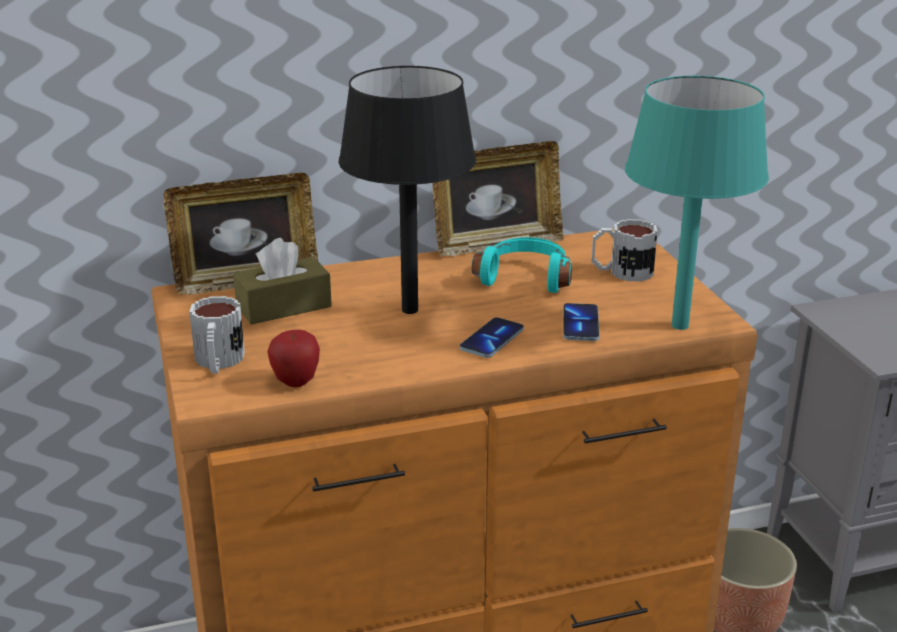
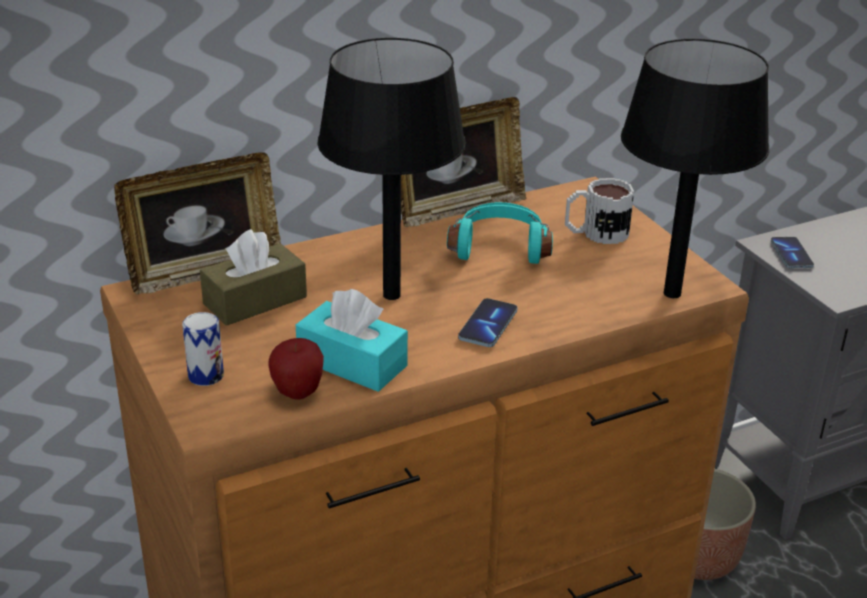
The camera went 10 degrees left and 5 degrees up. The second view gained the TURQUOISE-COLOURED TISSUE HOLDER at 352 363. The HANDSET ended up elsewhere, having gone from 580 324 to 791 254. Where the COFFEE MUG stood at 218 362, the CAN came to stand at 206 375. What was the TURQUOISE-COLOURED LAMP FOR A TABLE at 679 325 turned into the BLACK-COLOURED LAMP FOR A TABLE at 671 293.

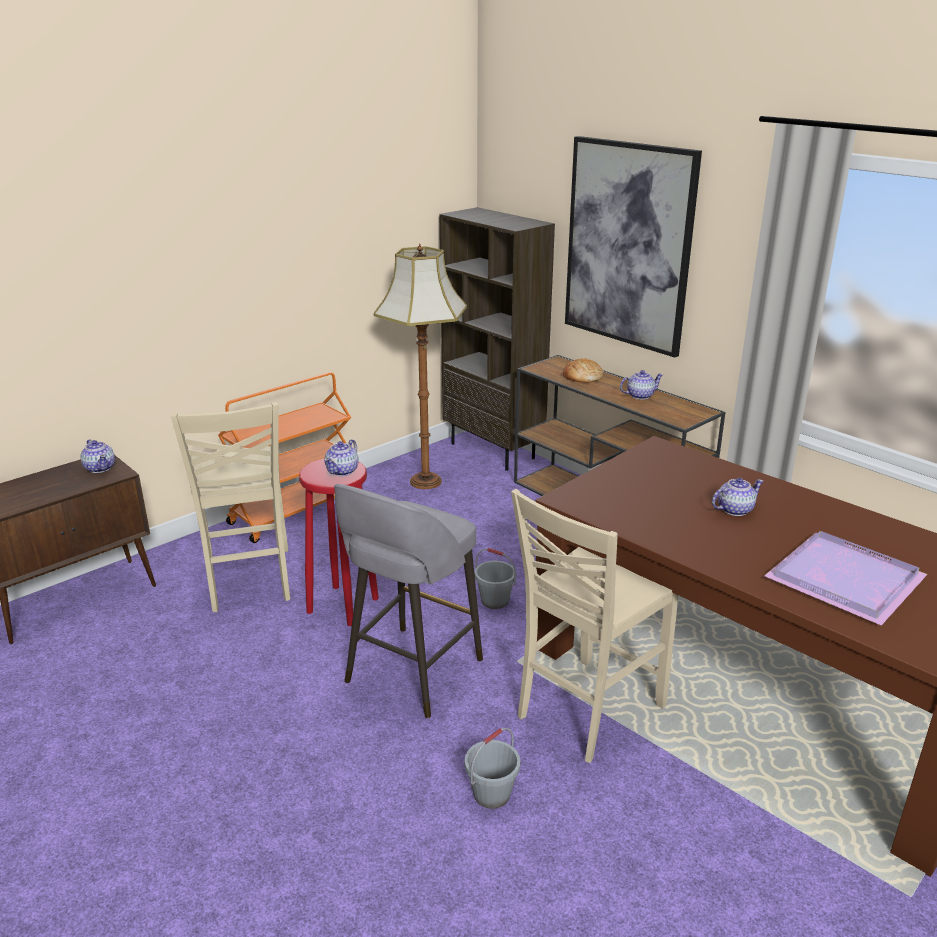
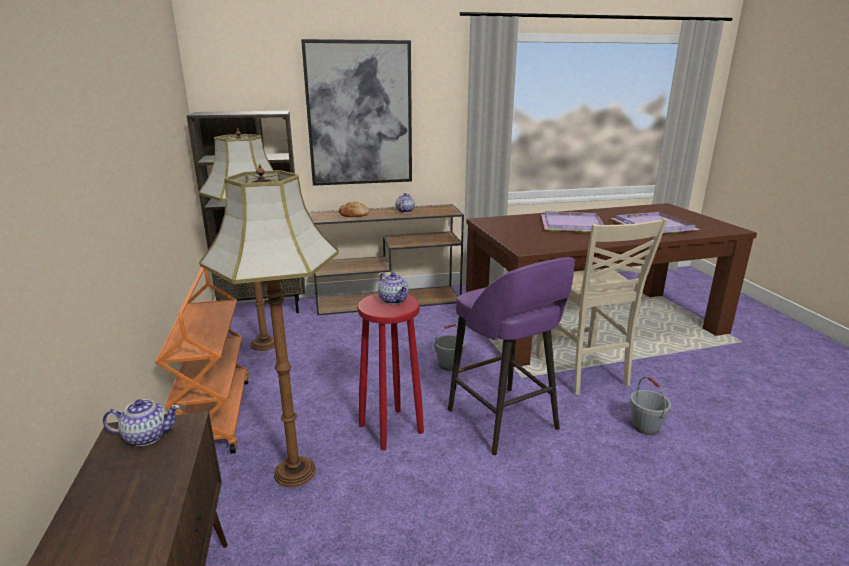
The camera went 60 degrees left and 5 degrees down. Where the SAND-COLOURED CHAIR stood at 248 581, the STANDING LAMP came to stand at 296 472. Where the TEAPOT stood at 734 510, the PURPLE CARRYING TRAY came to stand at 571 225. What was the GREY STOOL at 411 673 turned into the PURPLE STOOL at 504 421.

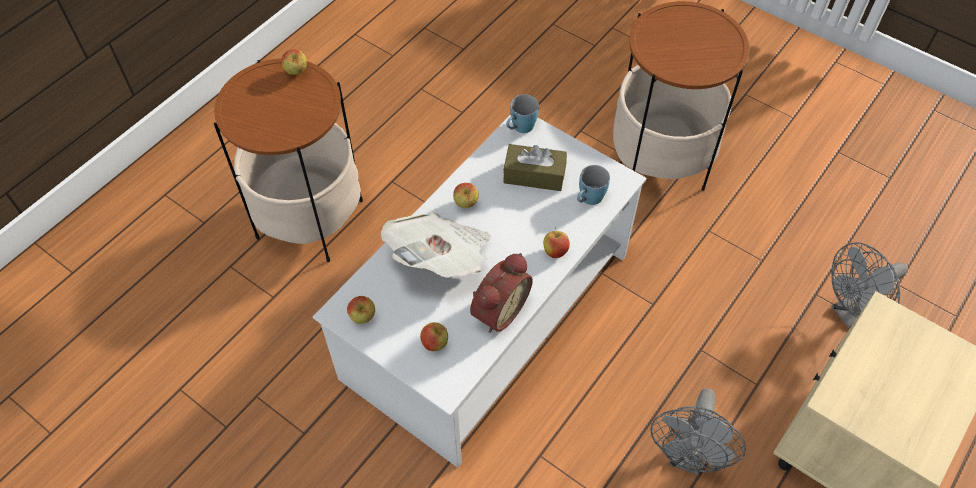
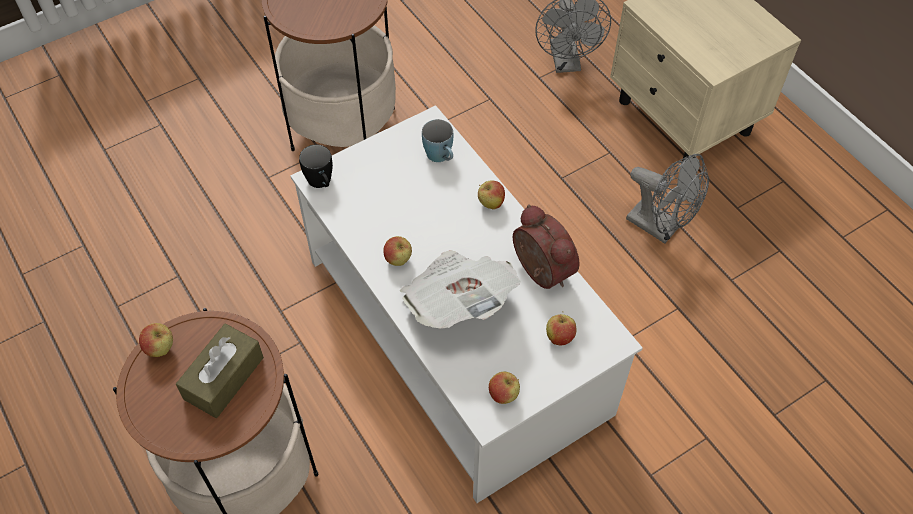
The camera went 70 degrees left and 0 degrees up. The BROWN-COLOURED TISSUE HOLDER ended up elsewhere, having gone from 534 175 to 224 378. What was the BLUE COFFEE MUG at 520 128 turned into the BLACK-COLOURED COFFEE MUG at 321 183.

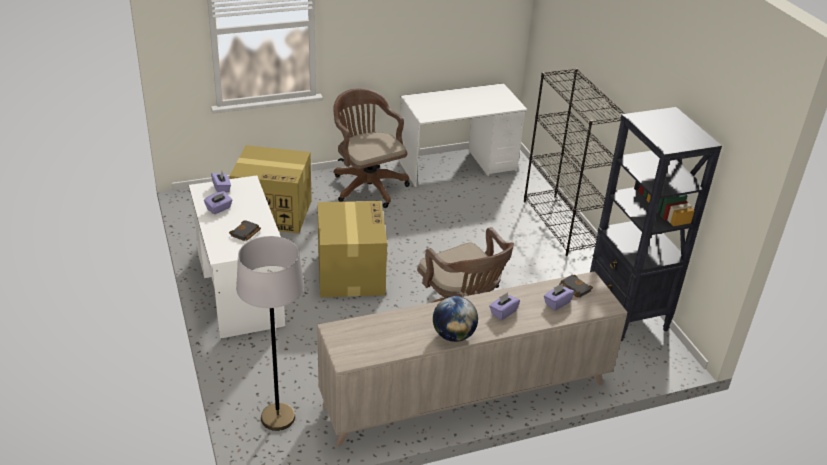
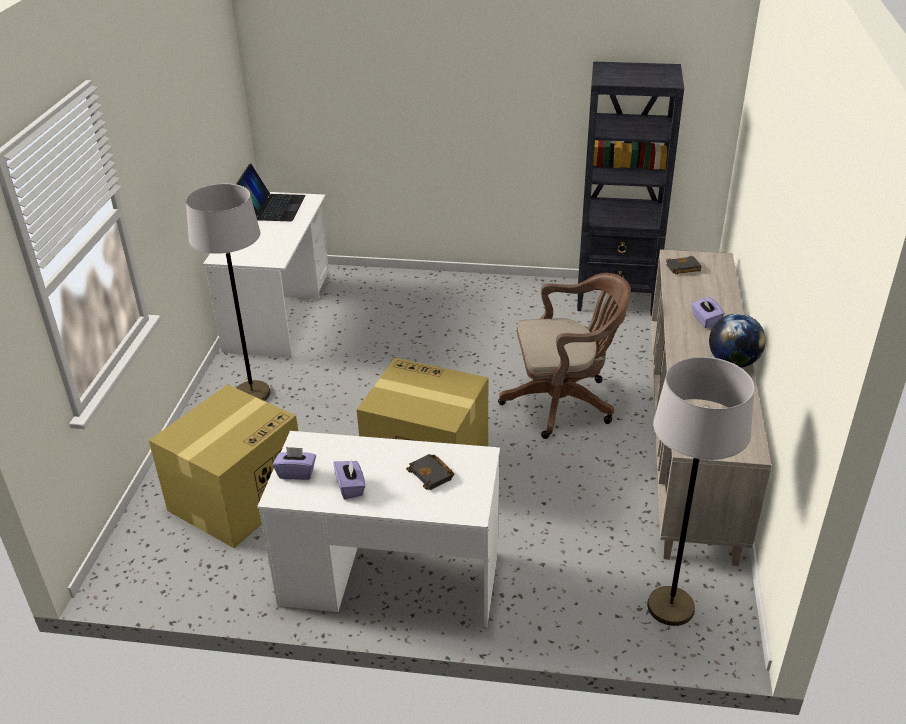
The camera went 60 degrees left and 0 degrees up. The second view lost the BLACK-COLOURED SHELVING UNIT at 561 225. The second view lost the PURPLE TISSUE HOLDER at 557 303. The second view gained the NOTEBOOK COMPUTER at 272 207. Where the BROWN-COLOURED OFFICE CHAIR stood at 367 185, the GREY STANDING LAMP came to stand at 252 394.

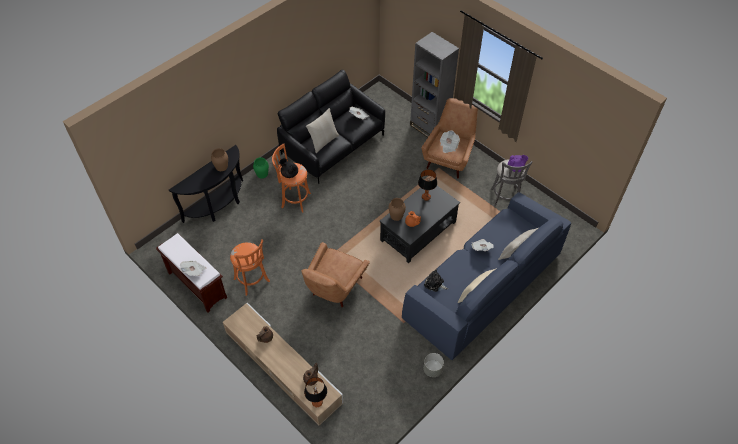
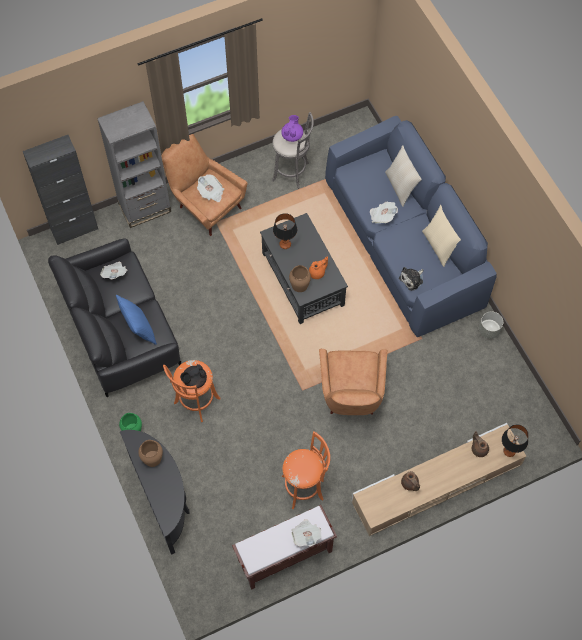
The camera went 70 degrees left and 10 degrees up. The second view gained the BLACK-COLOURED CUPBOARD at 74 229. What was the SAND-COLOURED PILLOW at 323 141 turned into the BLUE PILLOW at 139 329. The BROWN-COLOURED ARMCHAIR at 334 289 ended up facing another way, 45 degrees clockwise from before.

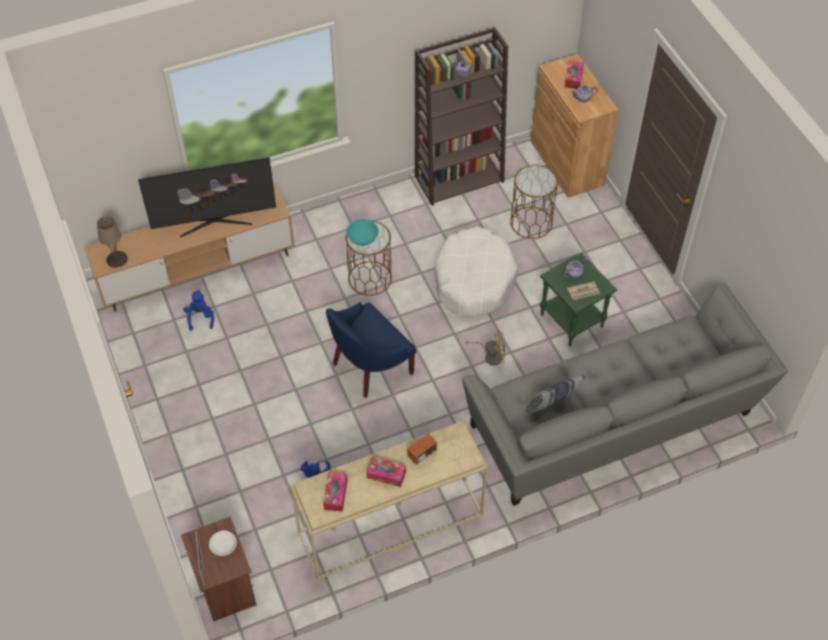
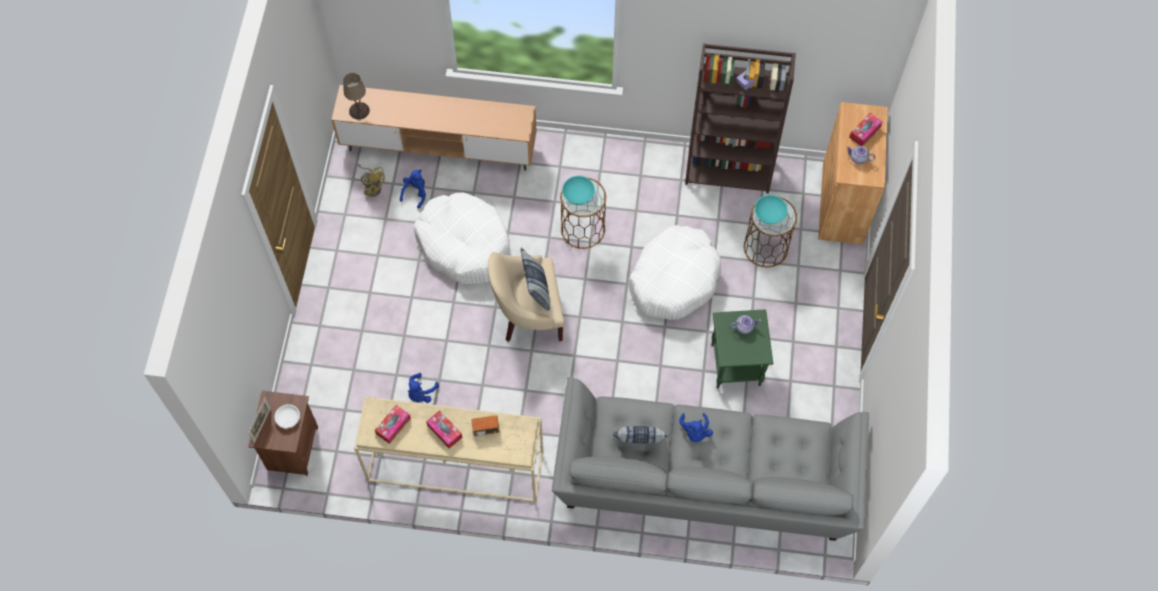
The camera went 30 degrees right and 10 degrees up. The second view lost the TELEVISION at 214 222. The second view lost the PRINTED PAPER at 583 292. The second view gained the WHITE-COLOURED PET BED at 464 244. The second view gained the PILLOW at 536 290. The second view gained the BLUE CUDDLY TOY at 695 432. The second view gained the TURQUOISE-COLOURED DEEP DISH at 770 213. The YELLOW ELECTRIC FAN ended up elsewhere, having gone from 490 356 to 372 186. What was the BLUE ARMCHAIR at 369 366 turned into the SAND-COLOURED ARMCHAIR at 528 314.

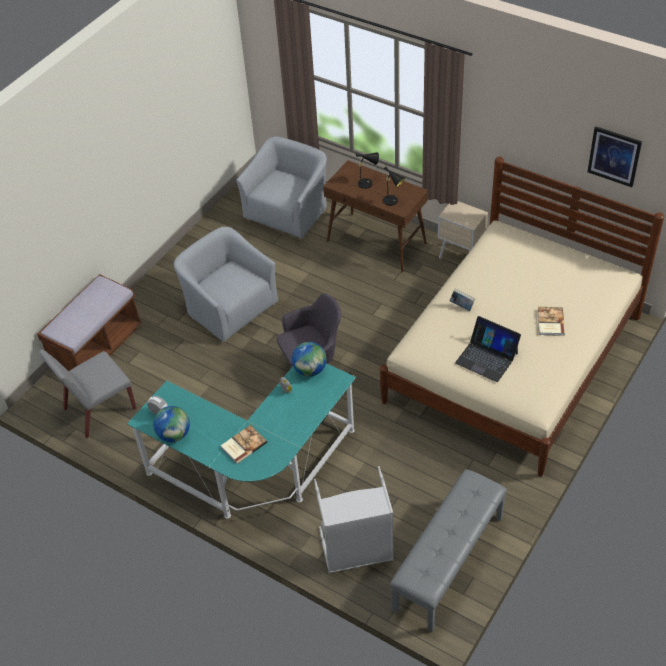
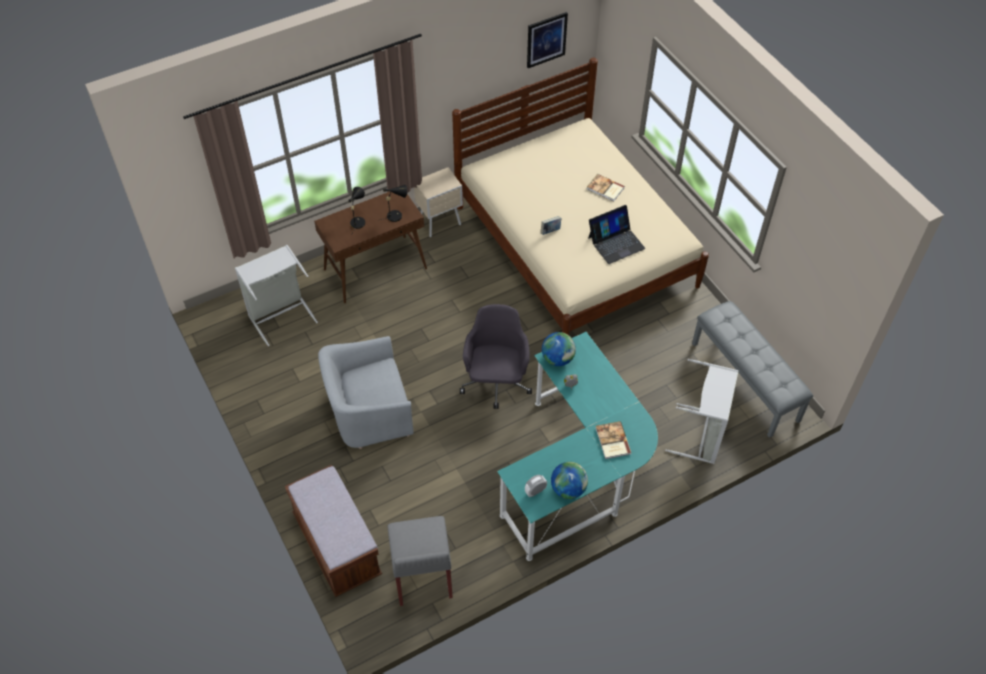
The camera went 65 degrees left and 5 degrees up. Where the GREY ARMCHAIR stood at 288 212, the GREY HAMPER came to stand at 280 314.

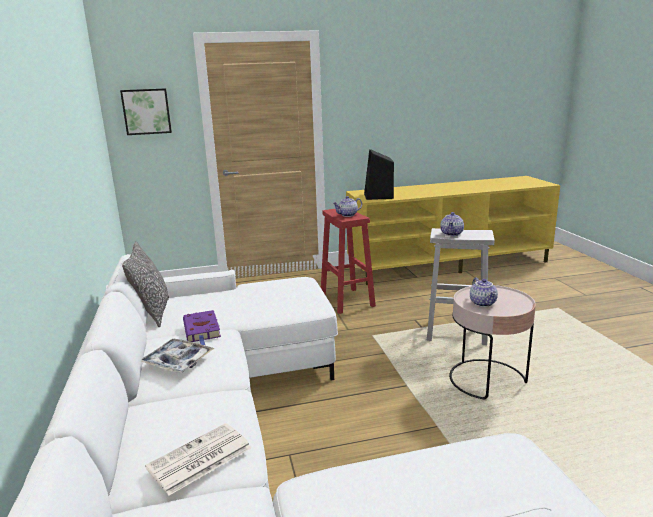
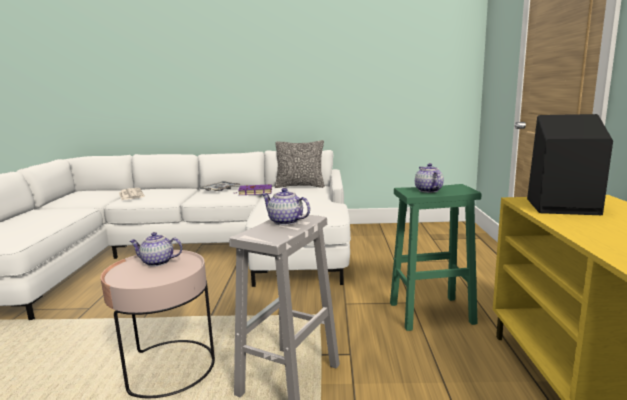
The camera went 105 degrees right and 5 degrees down. The second view lost the WALL ART at 146 111. What was the RED-COLOURED STOOL at 347 301 turned into the GREENISH STOOL at 430 313.

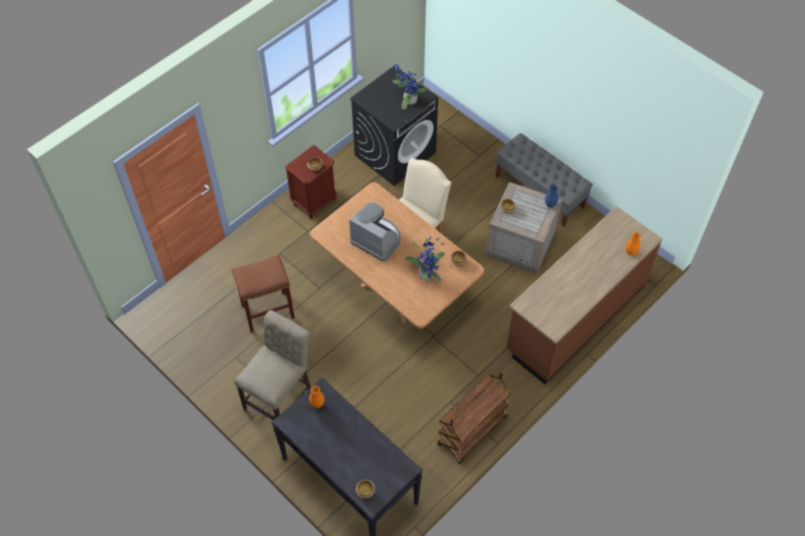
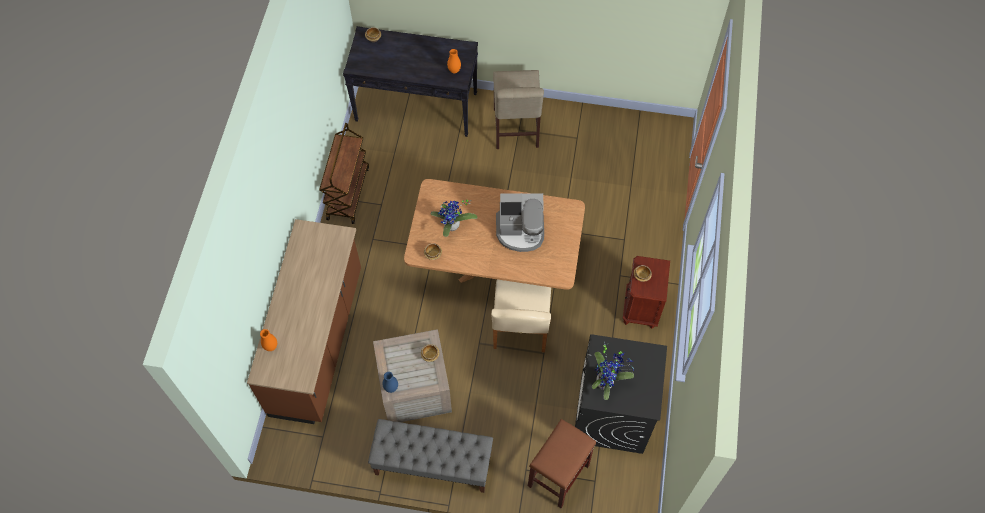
The camera went 145 degrees right and 5 degrees up. The BROWN-COLOURED STOOL ended up elsewhere, having gone from 267 312 to 558 475.

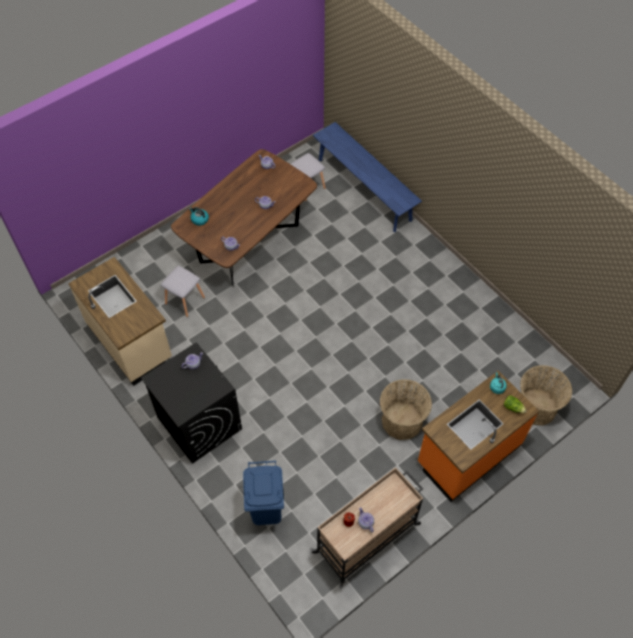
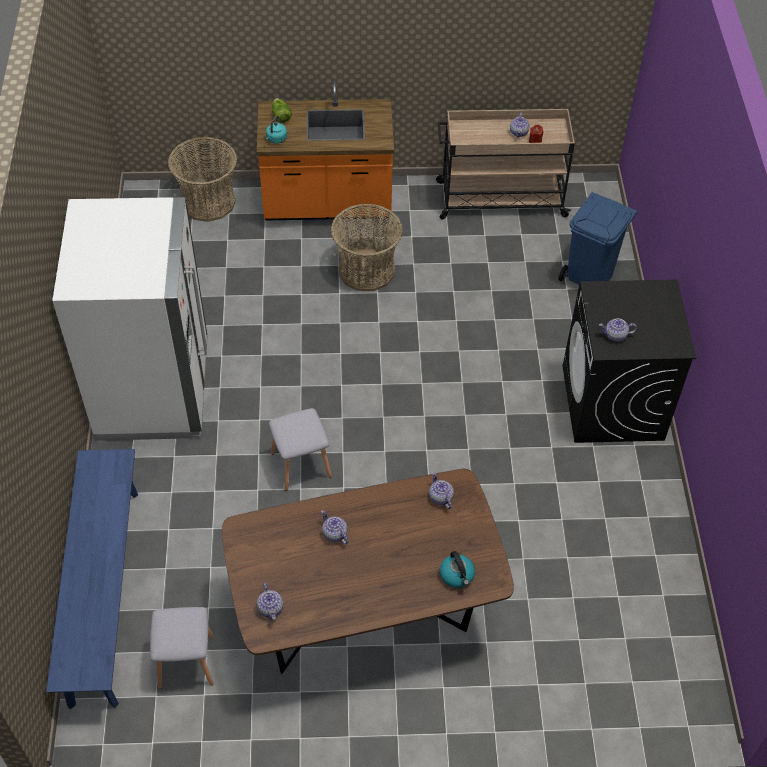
The camera went 145 degrees left and 5 degrees down. The second view lost the SAND-COLOURED KITCHEN BASE UNIT at 131 341. The second view gained the WHITE-COLOURED FRIDGE at 153 390. The GREY STOOL ended up elsewhere, having gone from 184 300 to 302 465.

